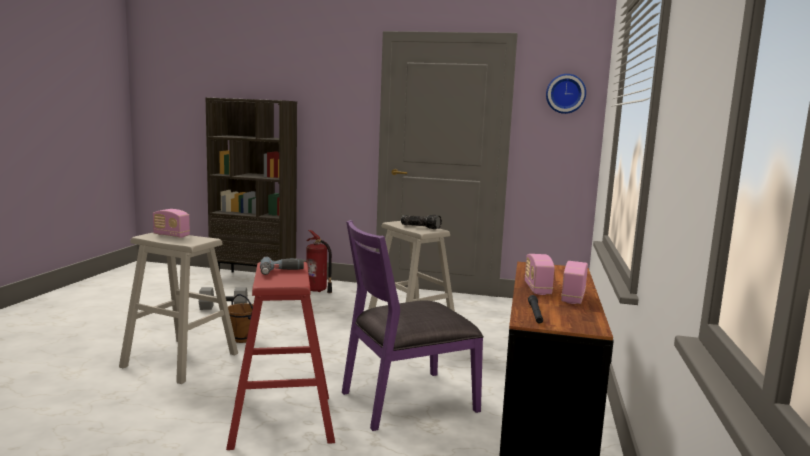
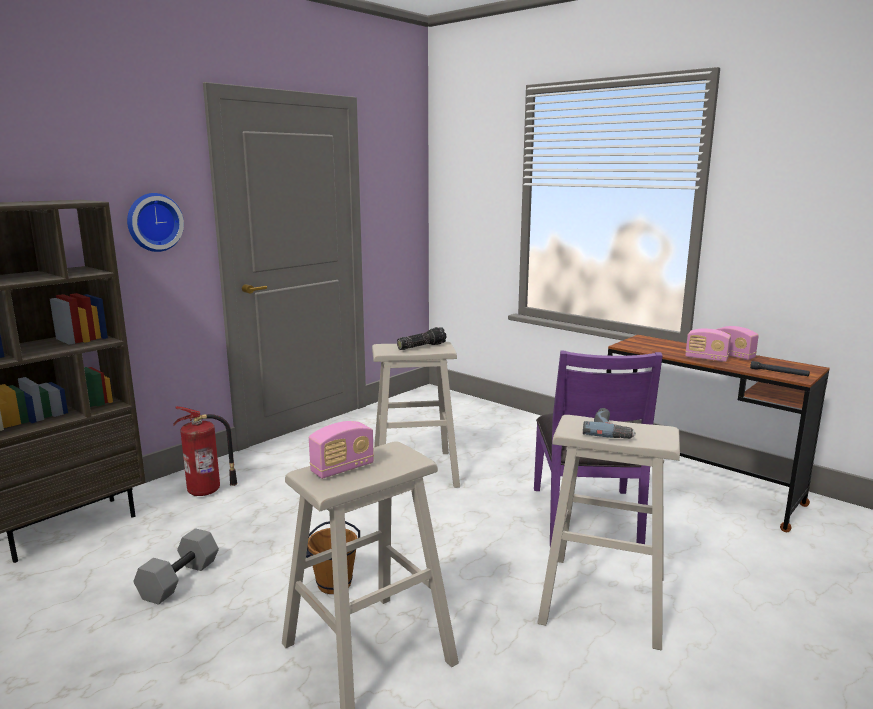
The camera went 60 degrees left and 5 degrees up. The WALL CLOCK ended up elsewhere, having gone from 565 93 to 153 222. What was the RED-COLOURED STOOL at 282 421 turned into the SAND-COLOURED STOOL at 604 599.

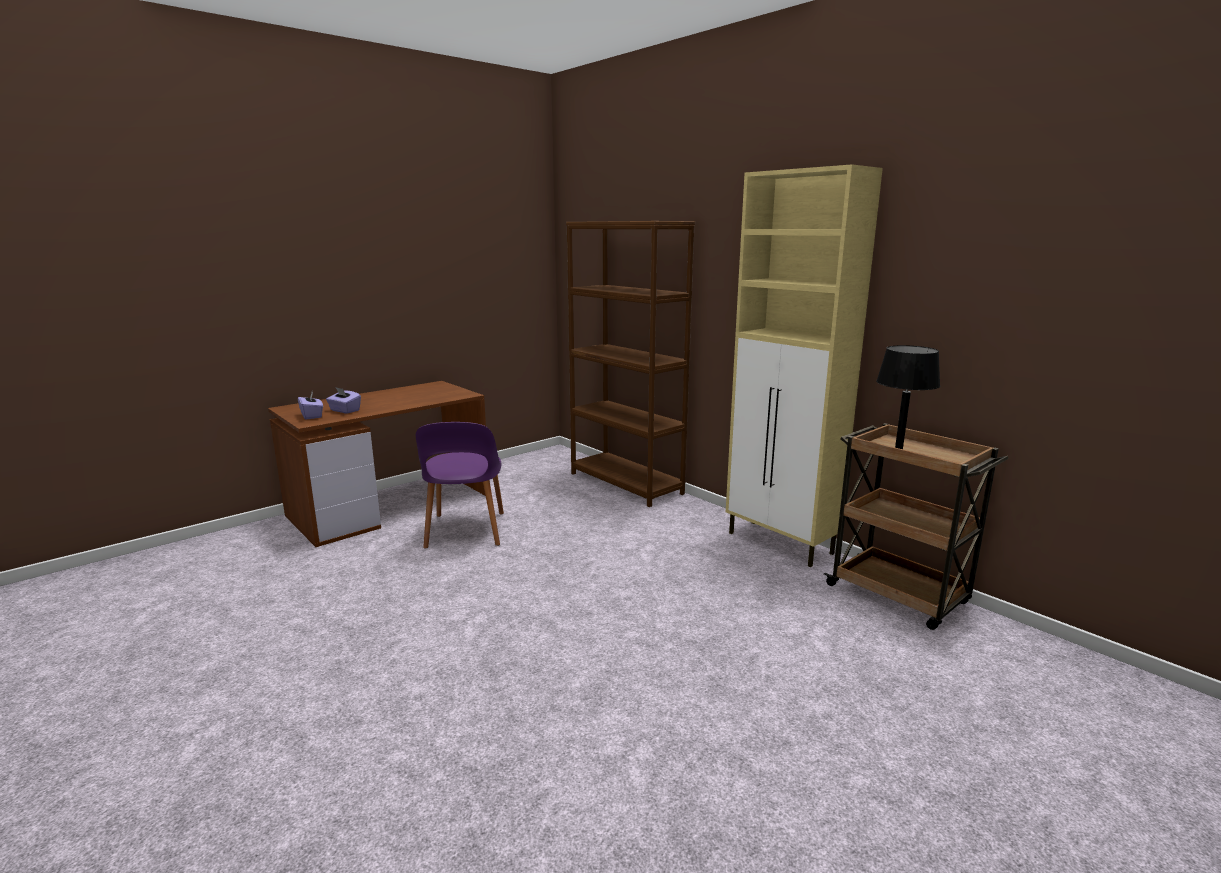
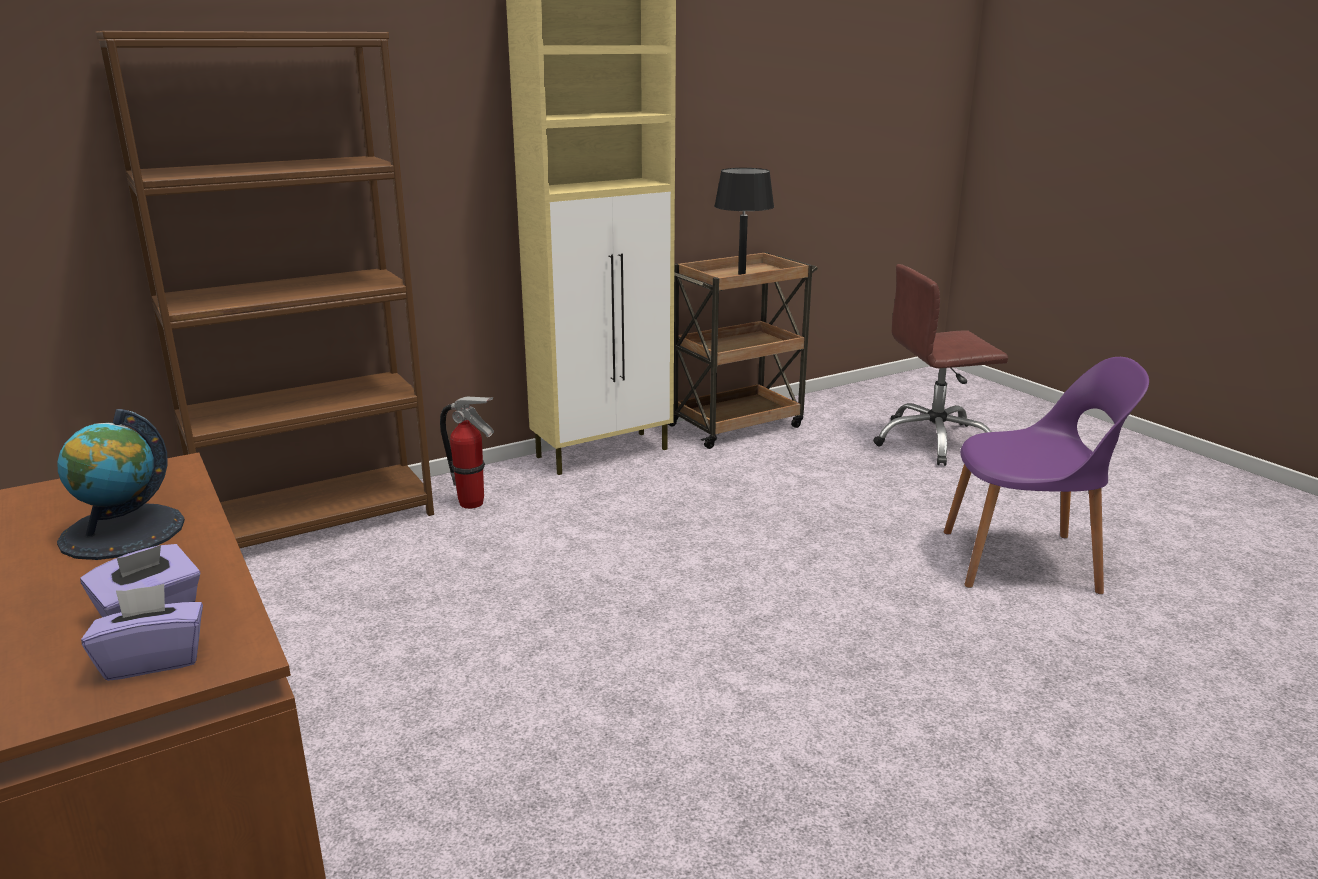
The camera went 80 degrees left and 5 degrees up. The second view gained the GLOBE at 122 532. The second view gained the EXTINGUISHER at 472 504. The second view gained the BROWN-COLOURED OFFICE CHAIR at 934 441. The PURPLE CHAIR ended up elsewhere, having gone from 465 531 to 1024 561.

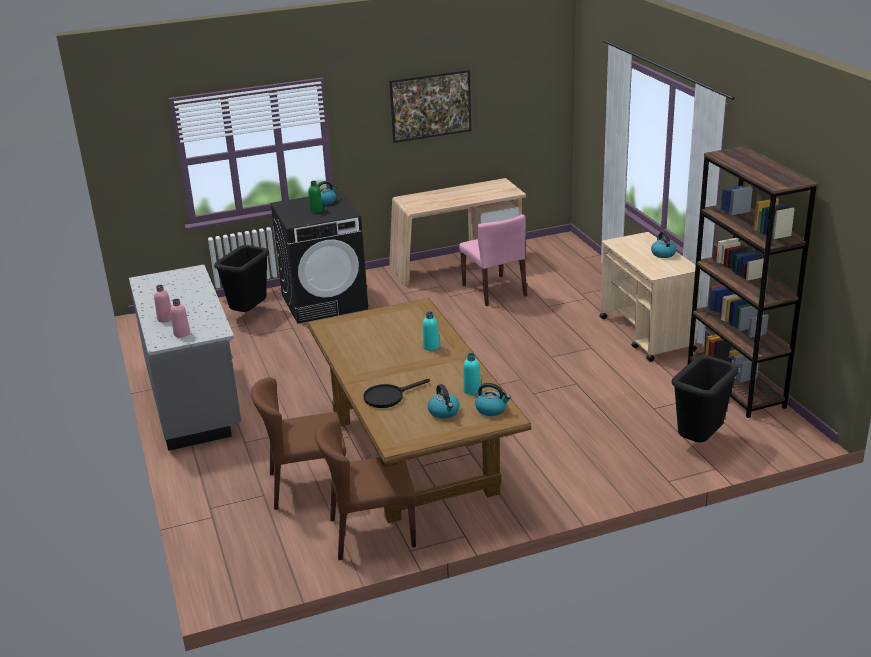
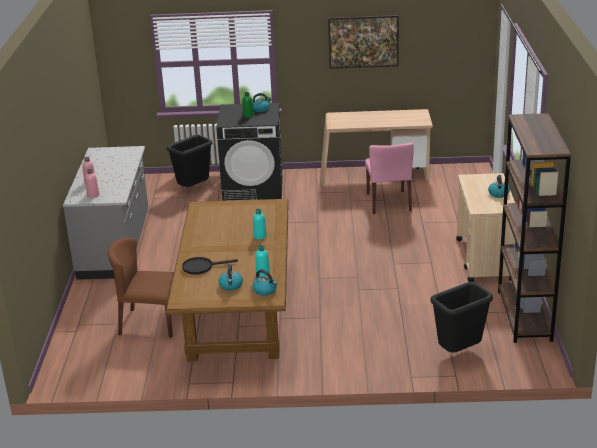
The camera went 20 degrees right and 0 degrees up. The second view lost the BROWN-COLOURED CHAIR at 371 533.

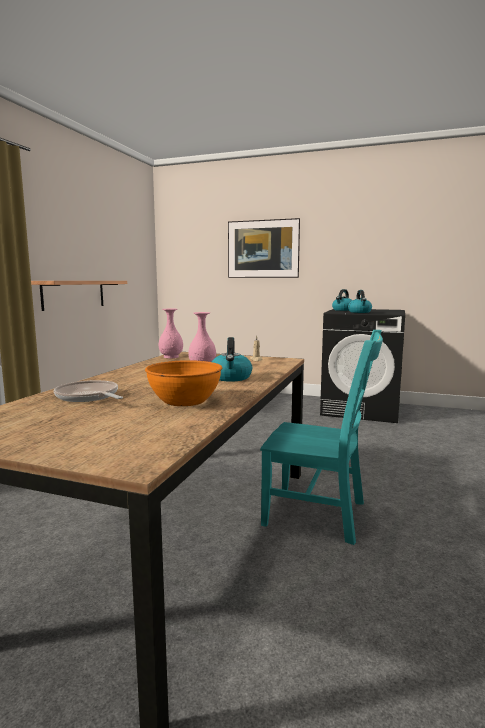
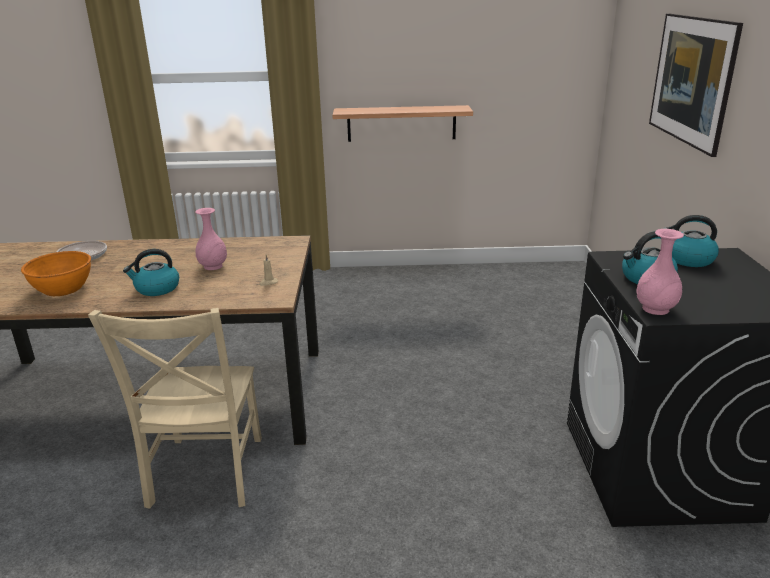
The camera went 70 degrees right and 15 degrees up. The PINKISH VASE ended up elsewhere, having gone from 171 357 to 656 309. What was the TURQUOISE-COLOURED CHAIR at 319 515 turned into the SAND-COLOURED CHAIR at 205 474.

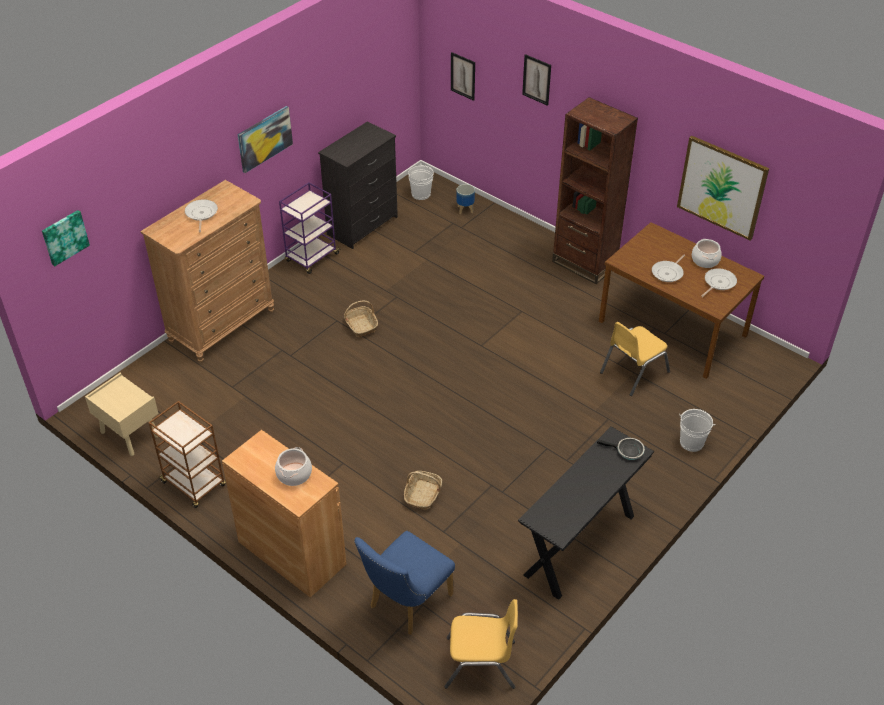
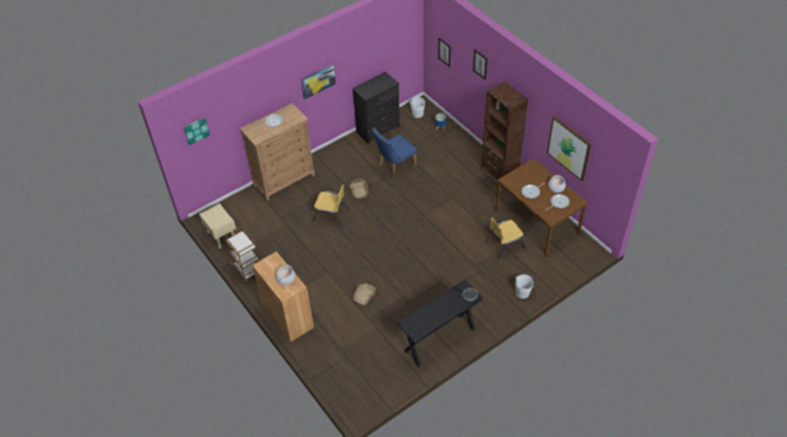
The camera went 15 degrees right and 5 degrees up. The second view lost the PURPLE CART at 312 258. The BLUE CHAIR ended up elsewhere, having gone from 405 604 to 394 166. The YELLOW CHAIR ended up elsewhere, having gone from 480 664 to 331 215.

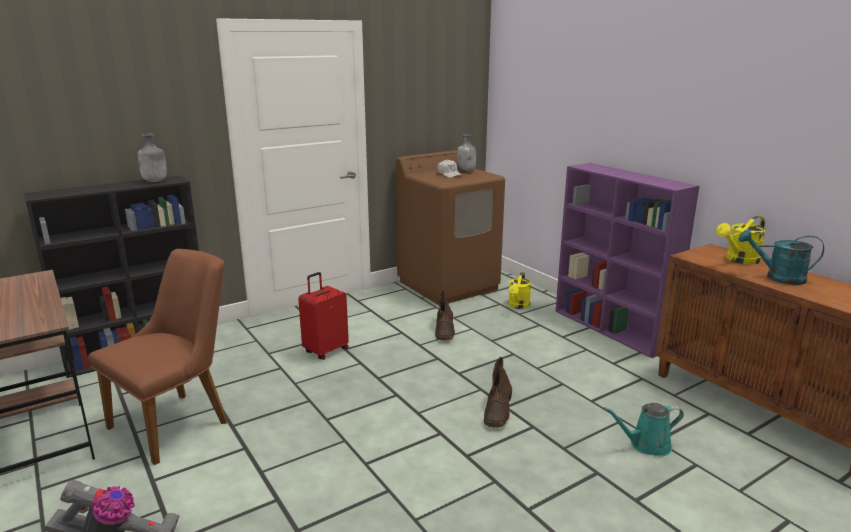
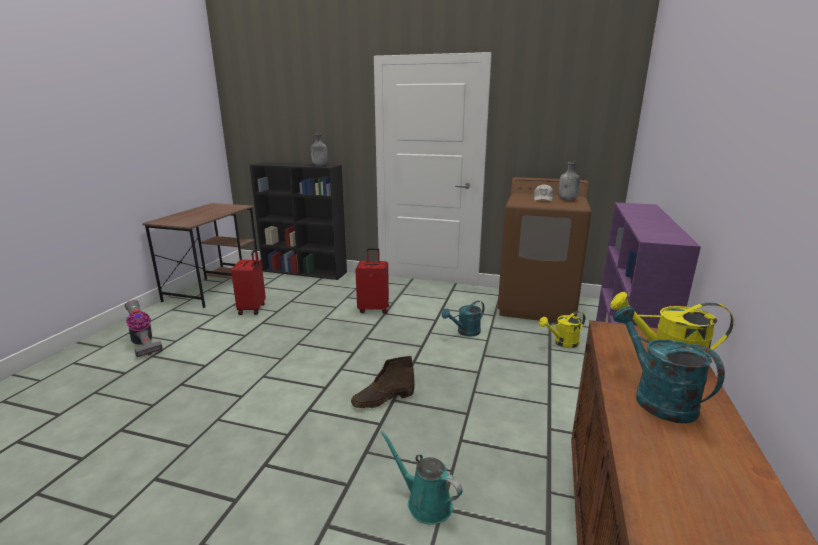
The camera went 50 degrees right and 0 degrees up. Where the BROWN-COLOURED CHAIR stood at 179 421, the RED-COLOURED SUITCASE came to stand at 253 309. Where the BROWN-COLOURED HIGH-TOP BOOT stood at 445 331, the TURQUOISE-COLOURED SPRINKLING CAN came to stand at 465 332.

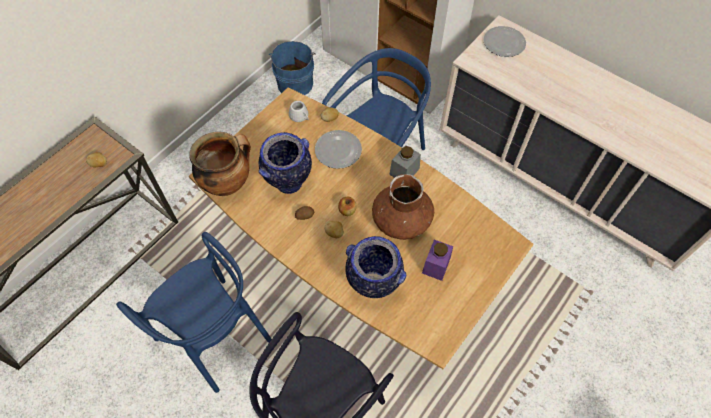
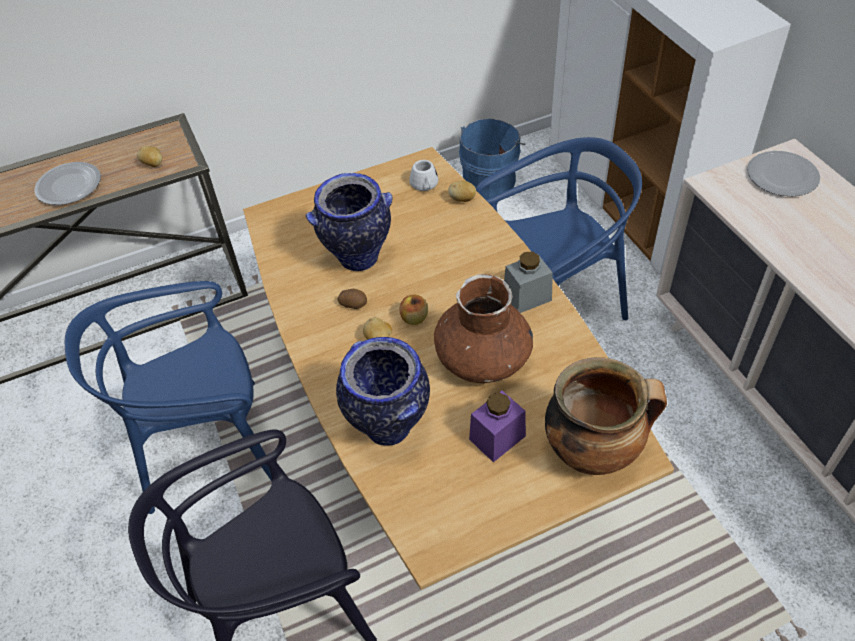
The camera went 30 degrees right and 10 degrees down. The STOCKPOT ended up elsewhere, having gone from 227 183 to 593 450. The PLATE ended up elsewhere, having gone from 338 151 to 68 186. The BLUE CHAIR at 215 335 ended up facing another way, 90 degrees clockwise from before.

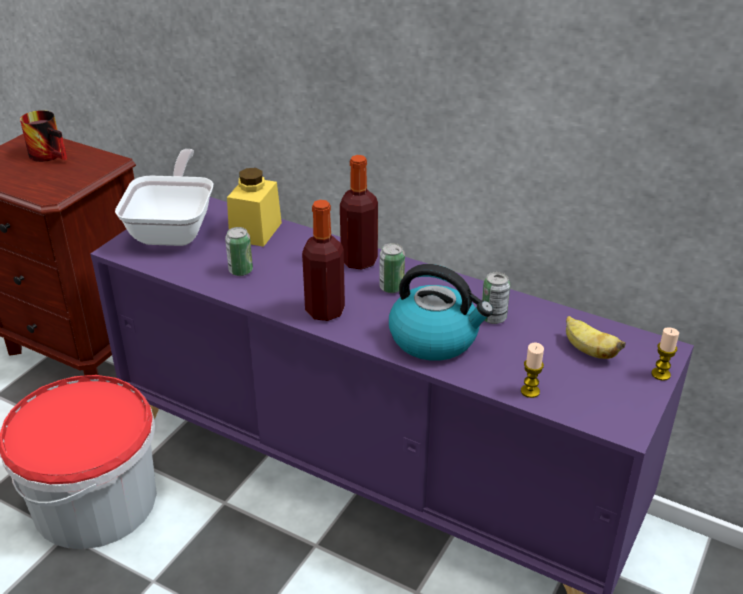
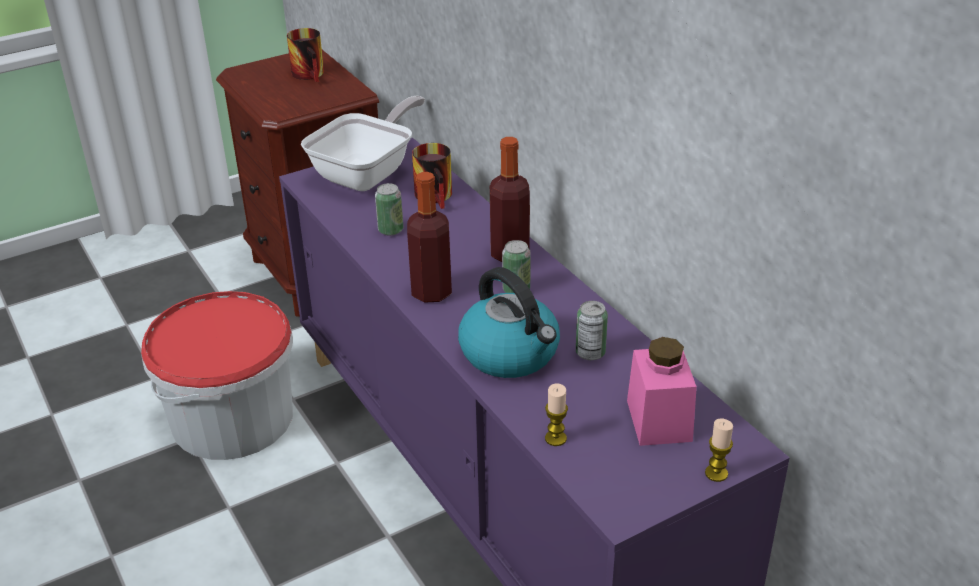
The camera went 30 degrees right and 0 degrees up. Where the YELLOW JAR stood at 255 231, the COFFEE MUG came to stand at 438 196. Where the BANANA stood at 588 351, the PINKISH JAR came to stand at 659 420.

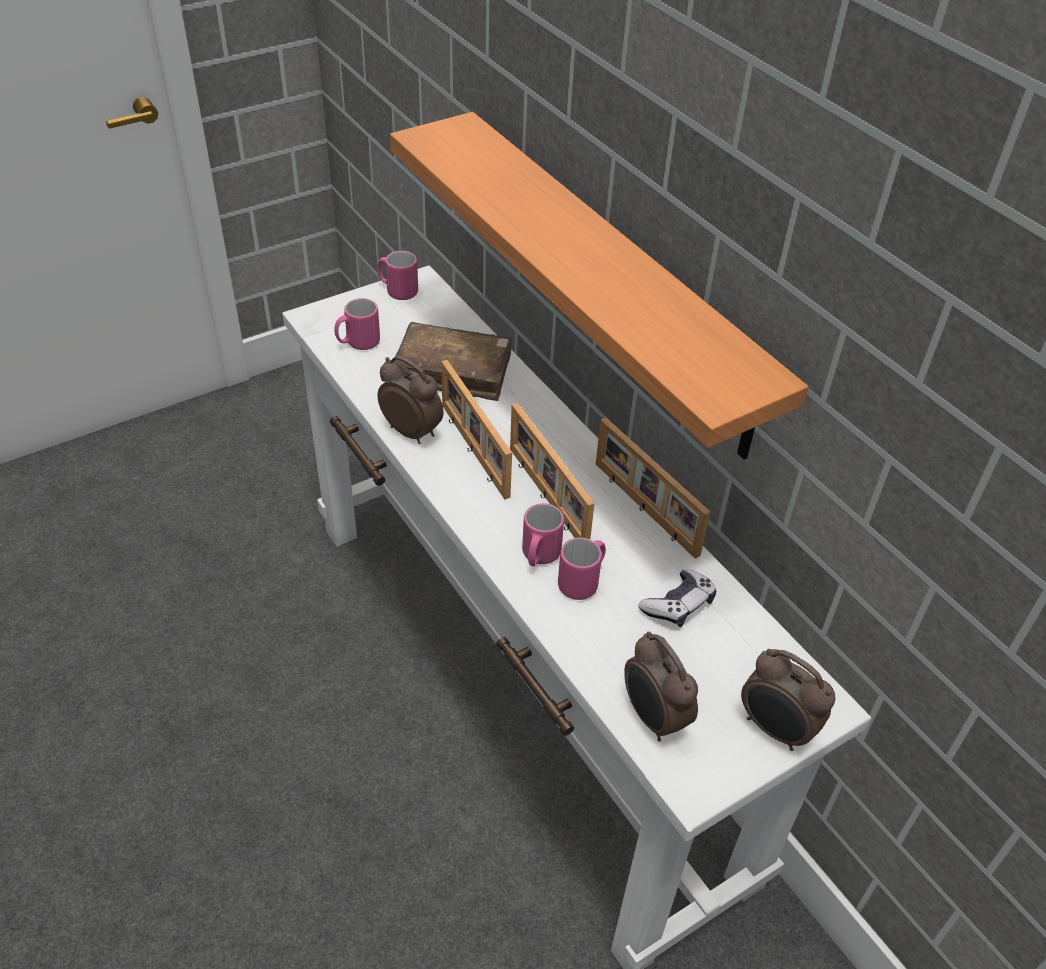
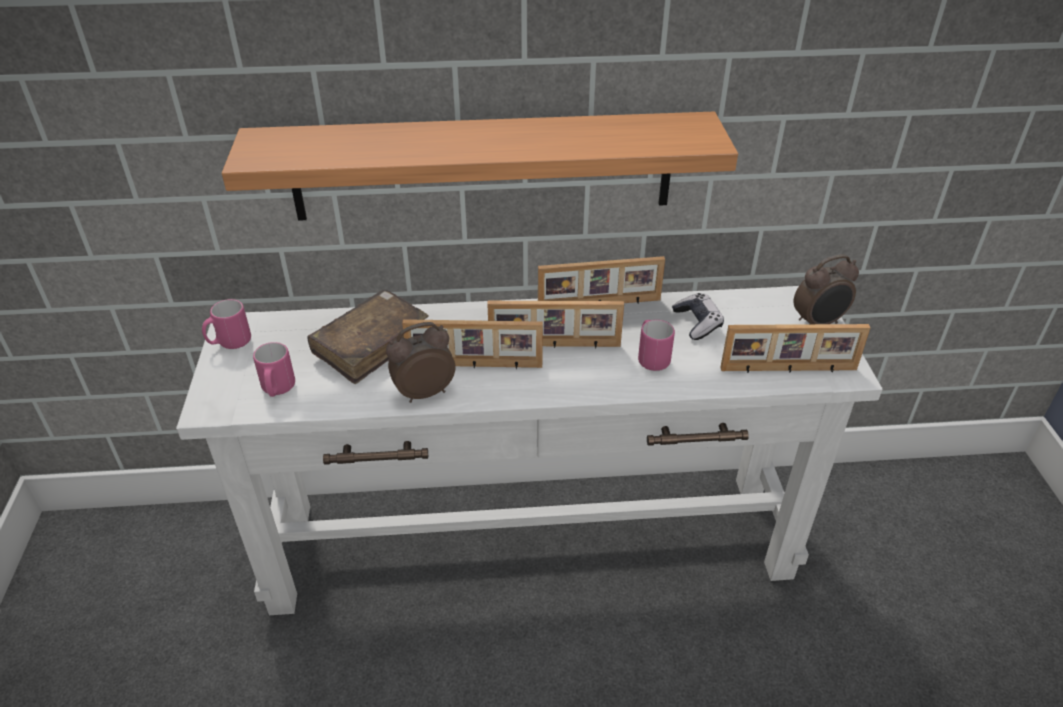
The camera went 60 degrees left and 5 degrees down. The second view lost the PINKISH COFFEE MUG at 539 557. Where the ALARM CLOCK stood at 653 718, the PHOTO FRAME came to stand at 788 370.

